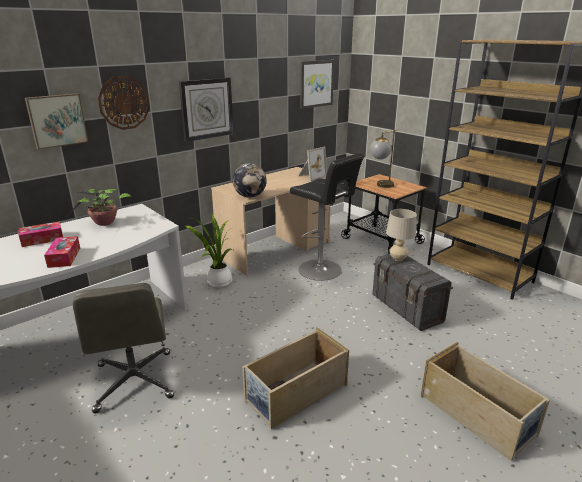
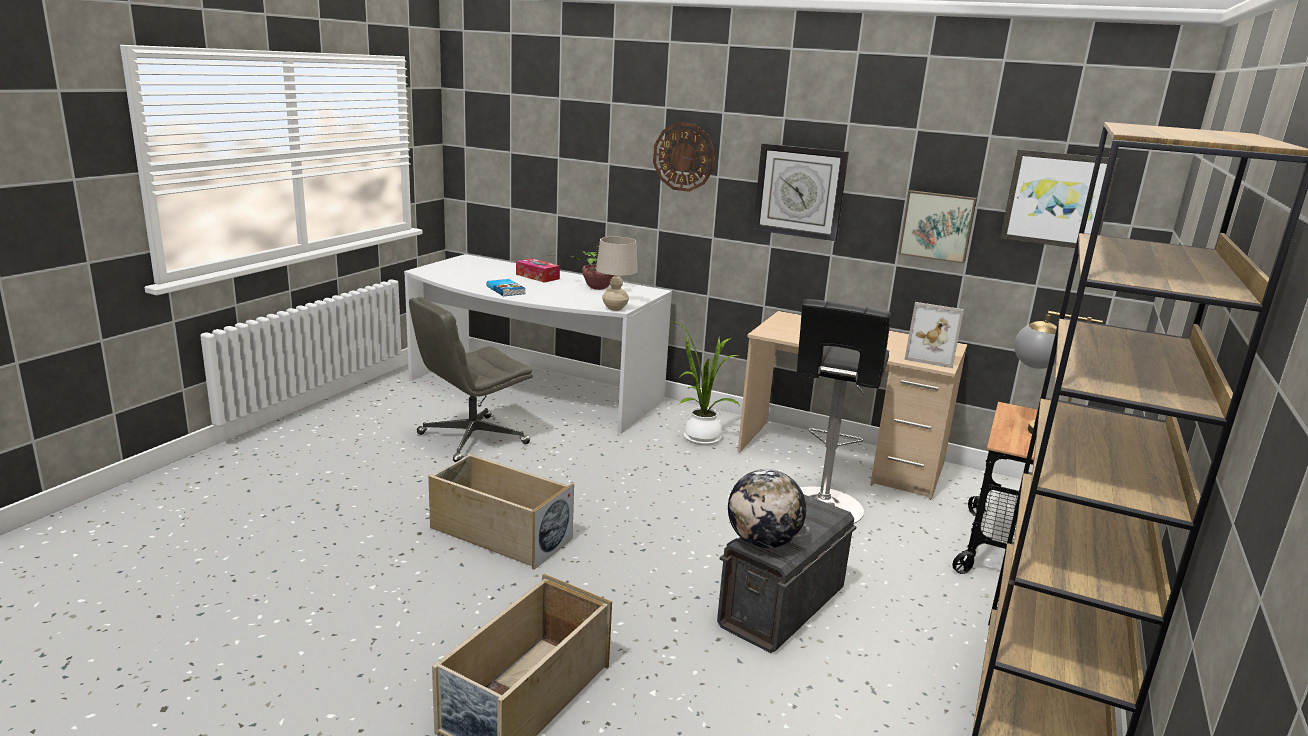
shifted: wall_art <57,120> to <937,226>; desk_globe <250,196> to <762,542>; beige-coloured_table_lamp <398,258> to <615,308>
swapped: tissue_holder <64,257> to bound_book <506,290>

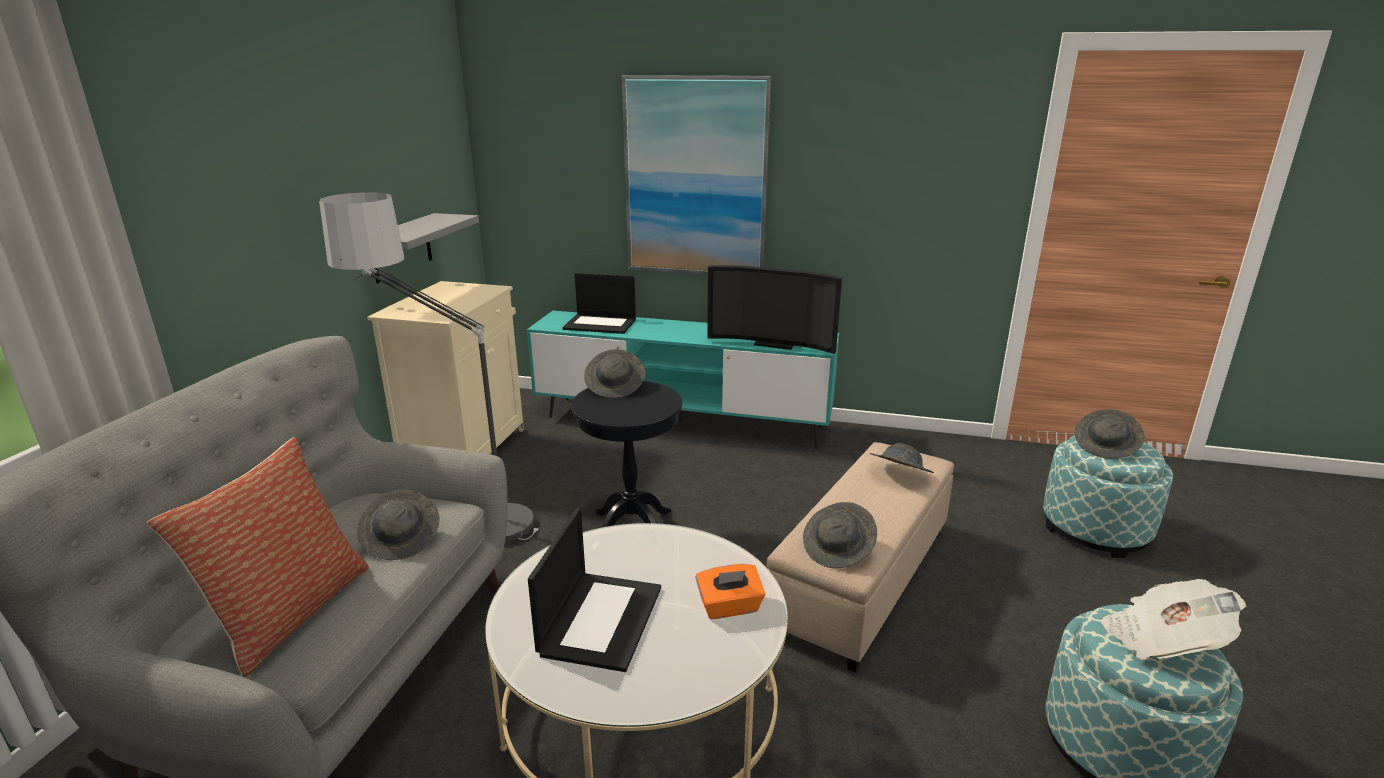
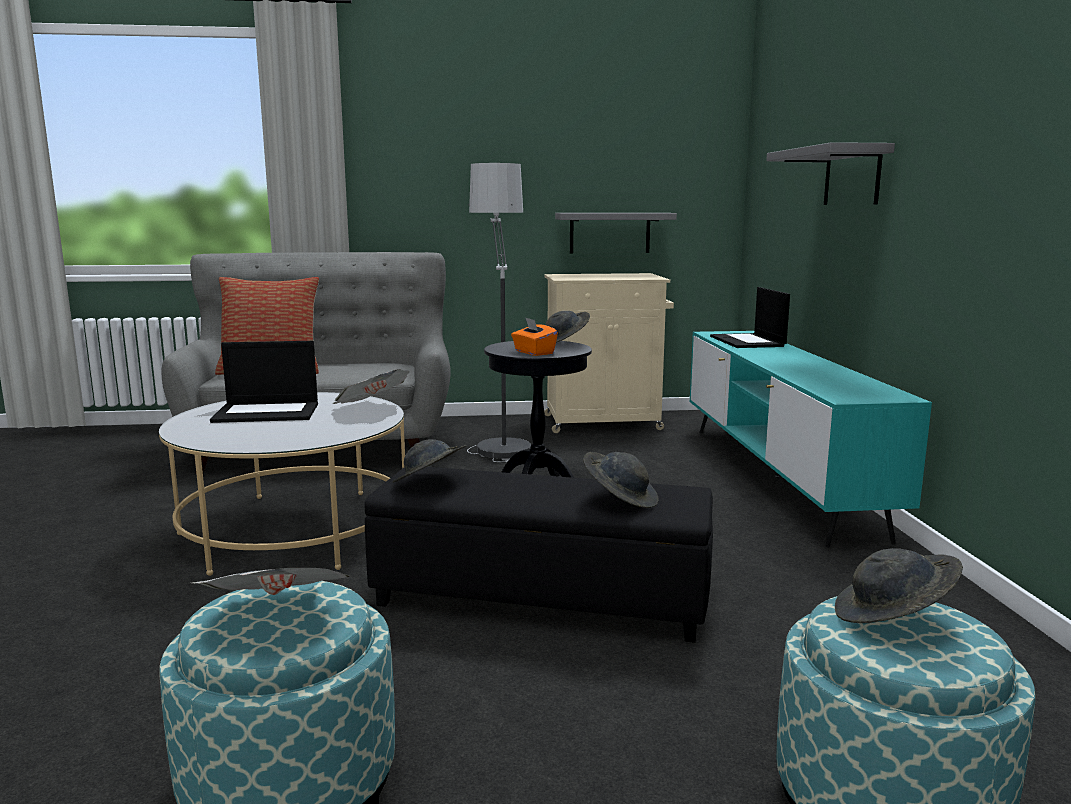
gone: gray_clothing_hat <402,540>; TV <774,343>
new: newspaper <372,408>
shifted: orangey_tissue_holder <730,607> to <533,352>
swapped: wall_art <695,178> to gray_shelf <852,176>
repainted: beige-coloured_ottoman <864,580> to black-coloured_ottoman <540,598>

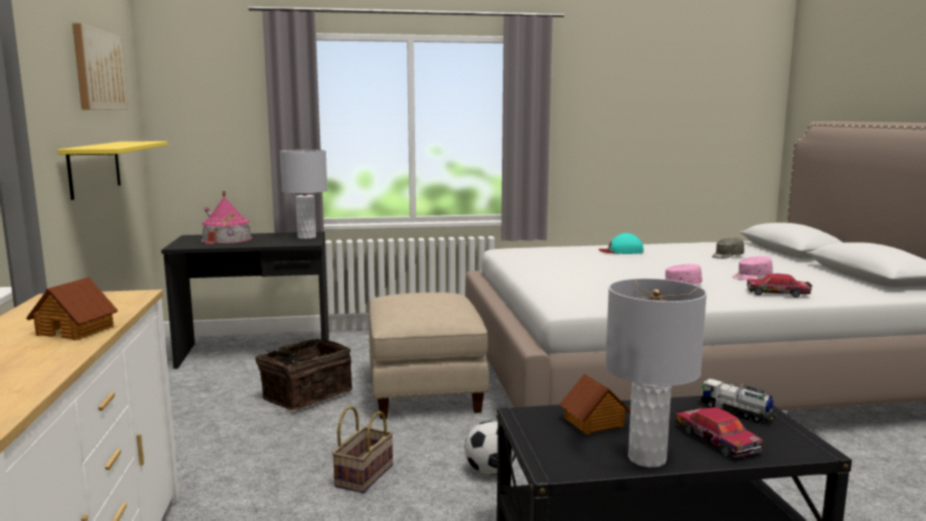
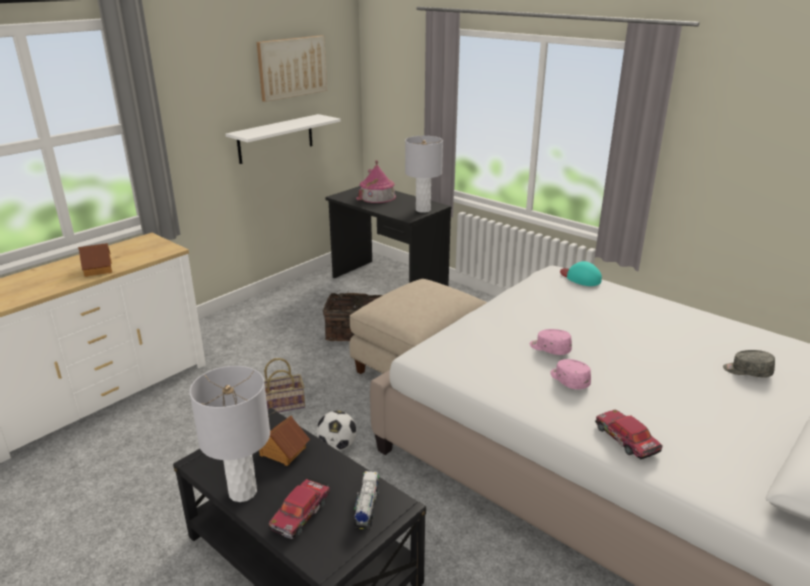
shifted: turquoise-coloured_cap <621,251> to <580,278>; pinkish_cap <751,277> to <549,349>
repainted: yellowish_shelf <94,168> to white_shelf <275,139>

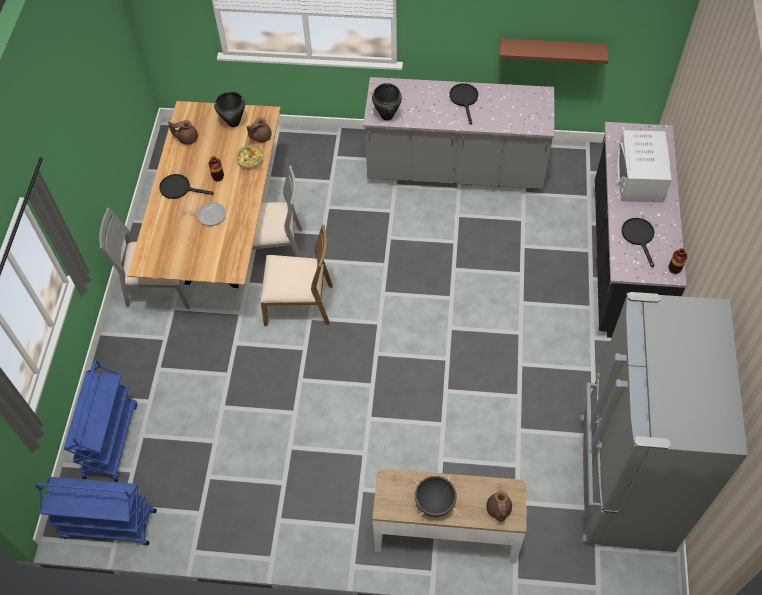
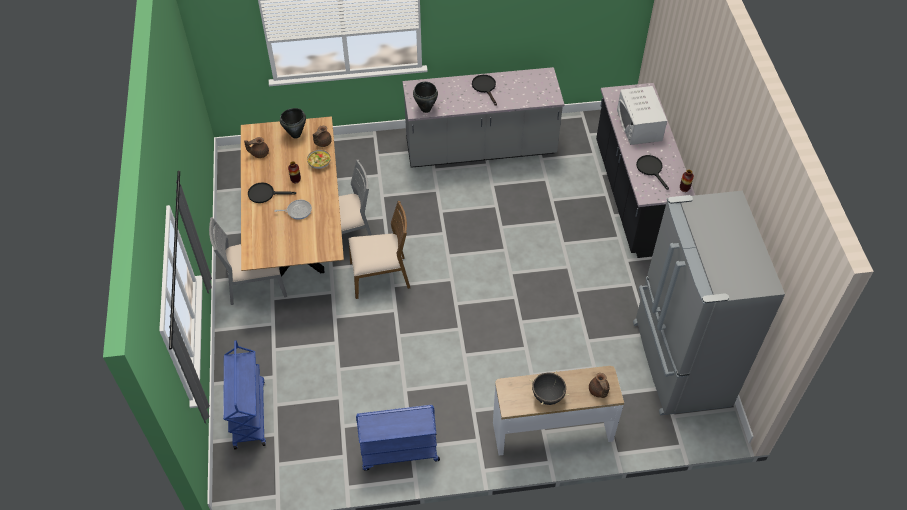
gone: brownish_shelf <552,50>
shifted: bluish_trolley <108,524> to <399,452>

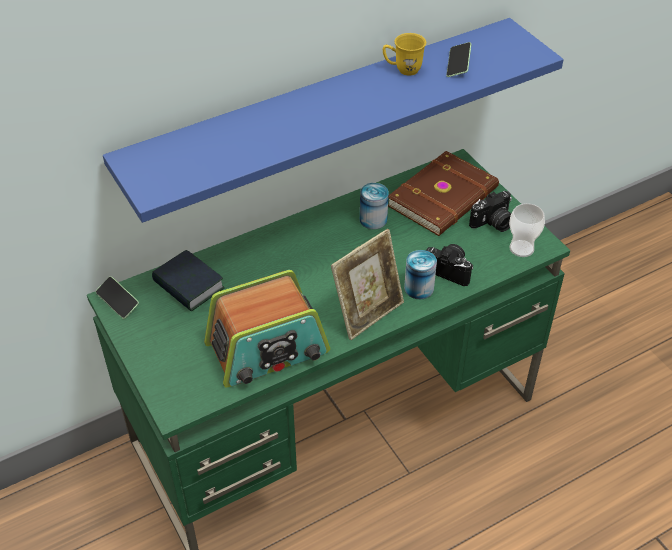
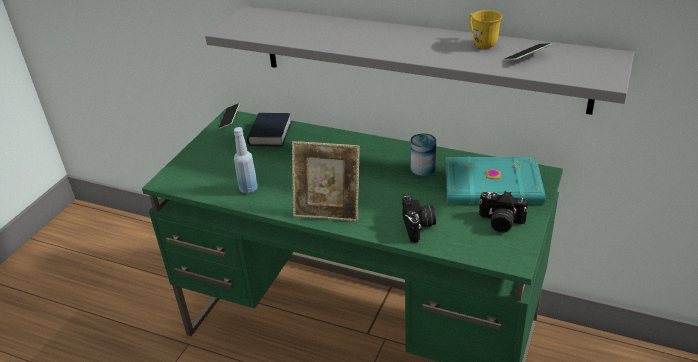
gone: sealed_can <419,288>; drinking_cup <521,248>
swapped: radio_receiver <268,349> to bluish_bottle <248,188>
repainted: bluish_shelf <323,112> to gray_shelf <419,57>; brownish_bound_book <444,197> to turquoise-coloured_bound_book <493,186>

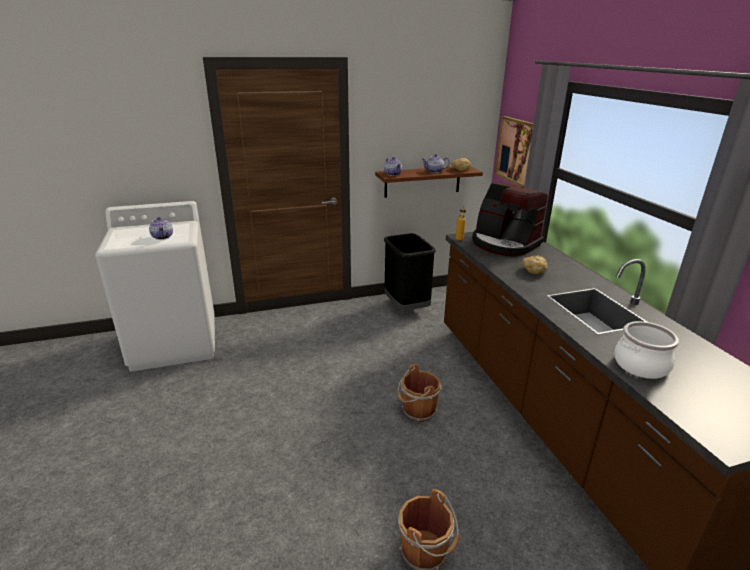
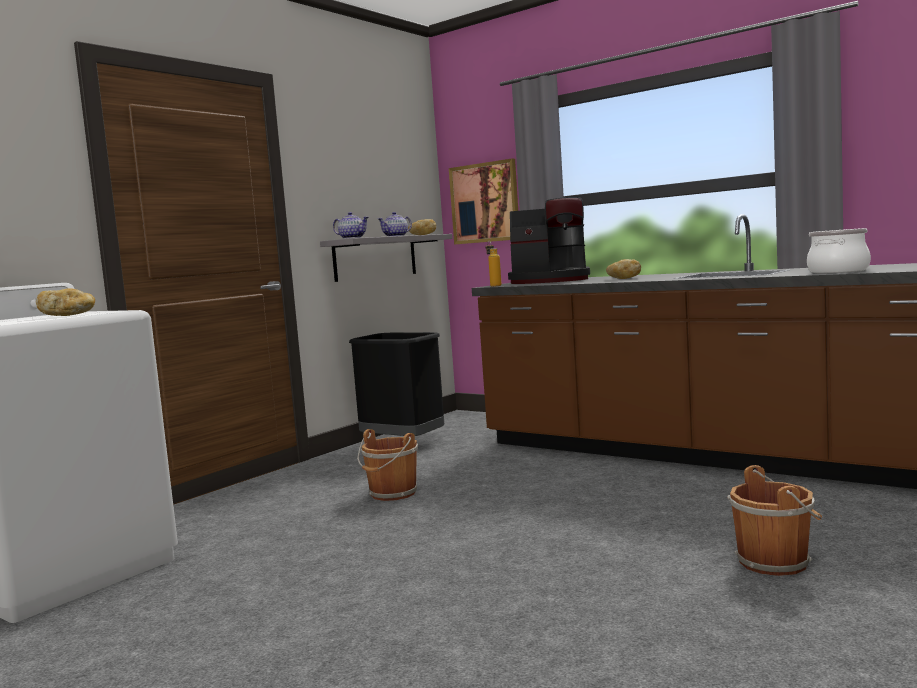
shifted: brownish_pail <417,411> to <392,494>
swapped: tea_pot <162,237> to bread <68,315>
repainted: brownish_shelf <422,181> to gray_shelf <375,258>

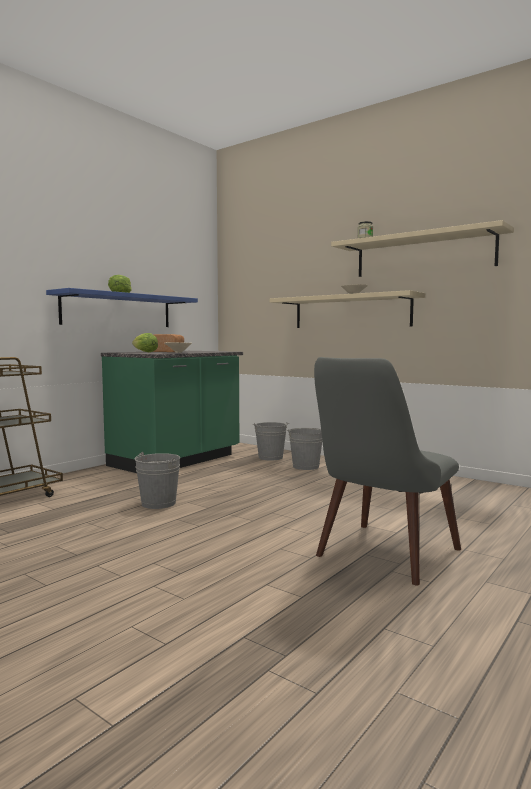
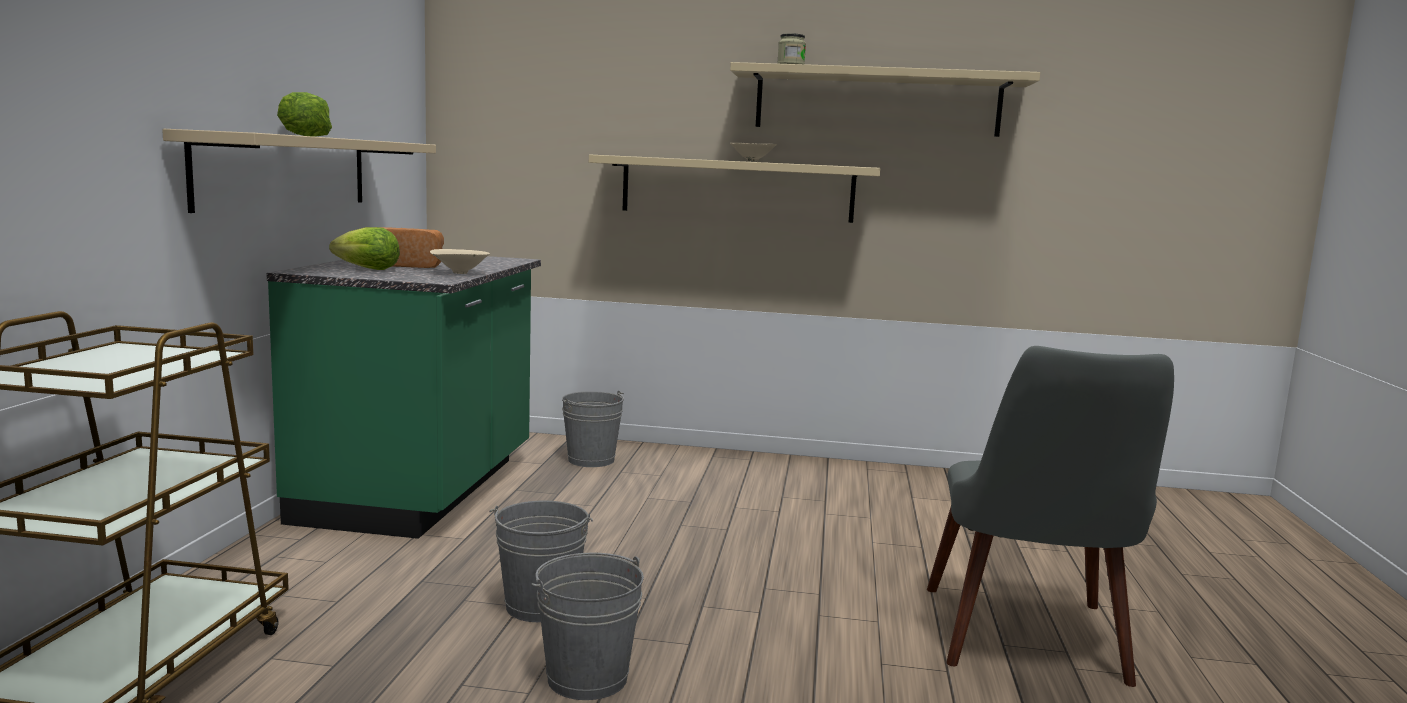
shifted: gray_pail <306,466> to <587,678>
repainted: bluish_shelf <118,310> to beige-coloured_shelf <285,171>

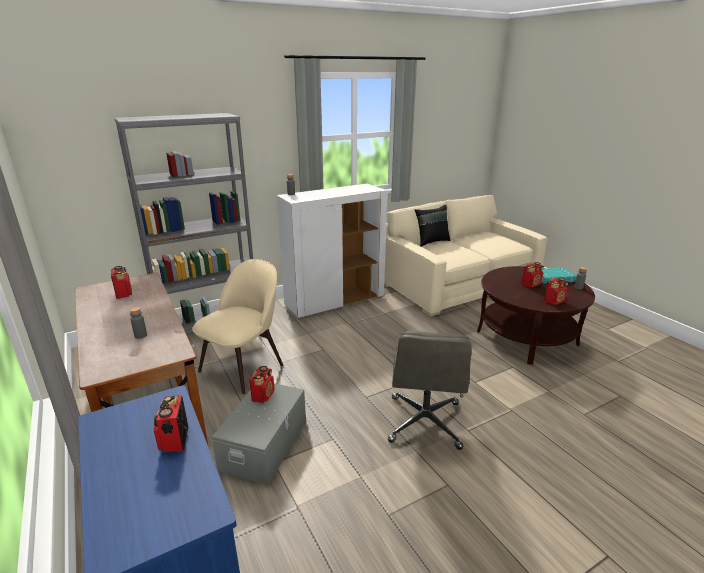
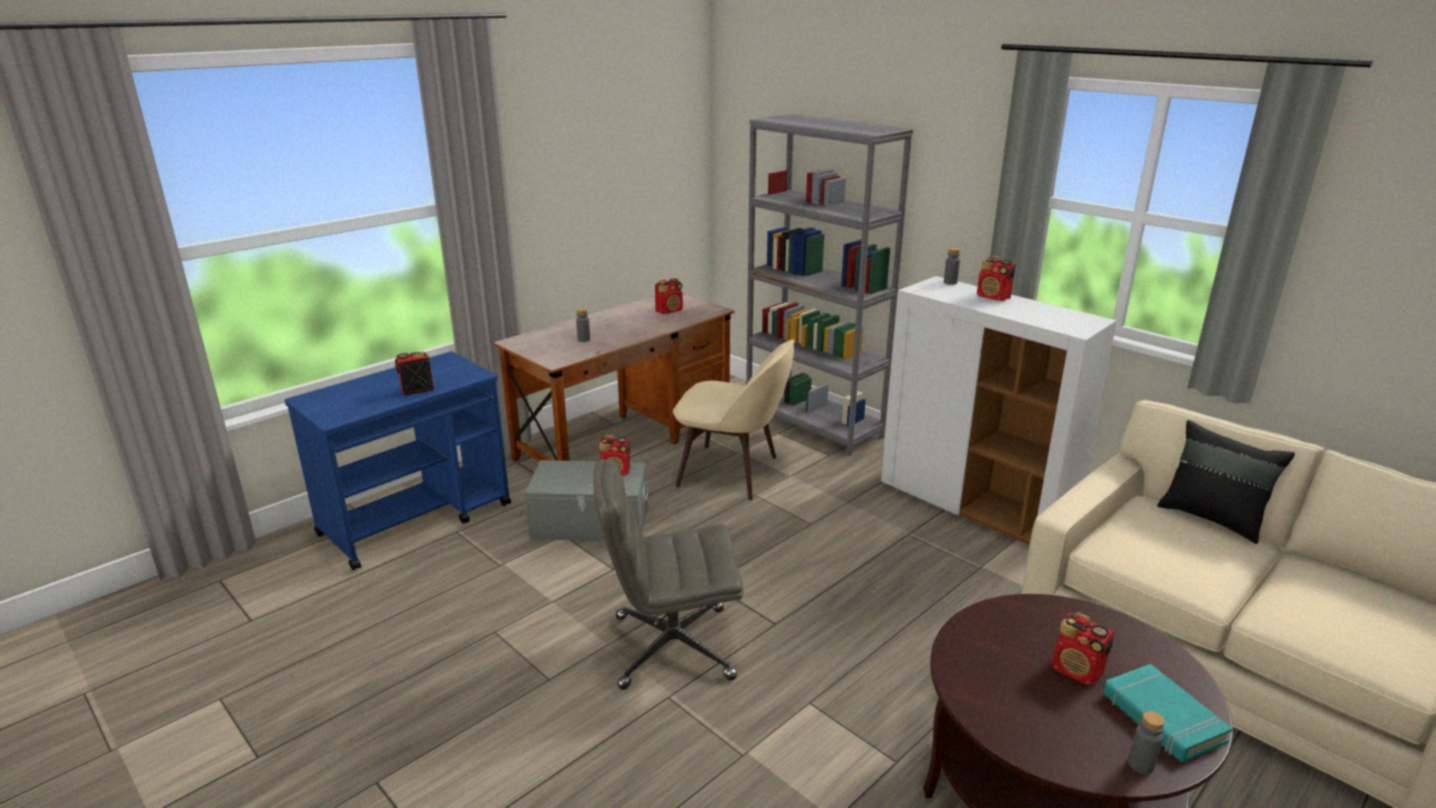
shifted: radio_receiver <554,301> to <993,297>

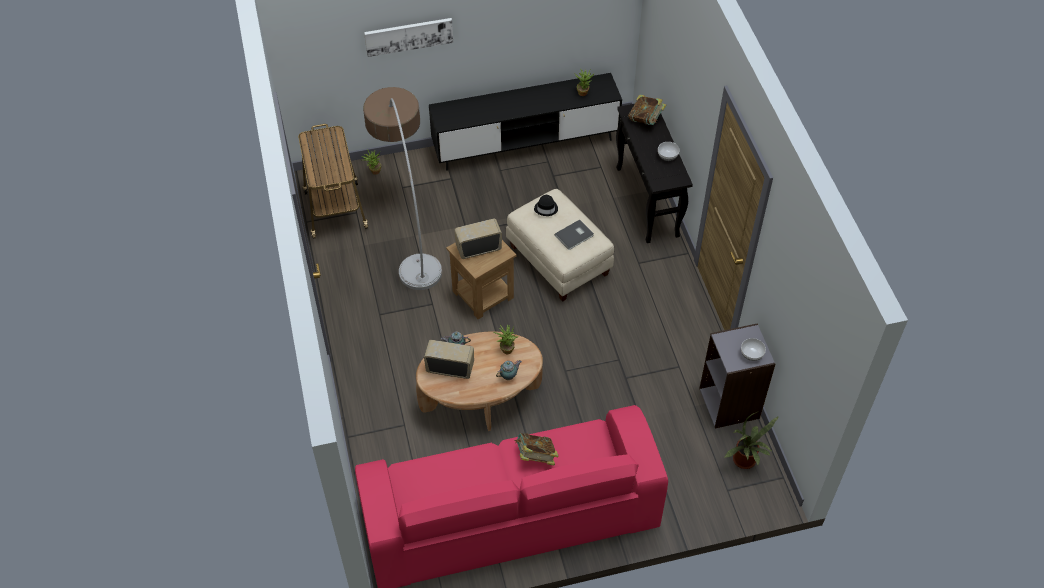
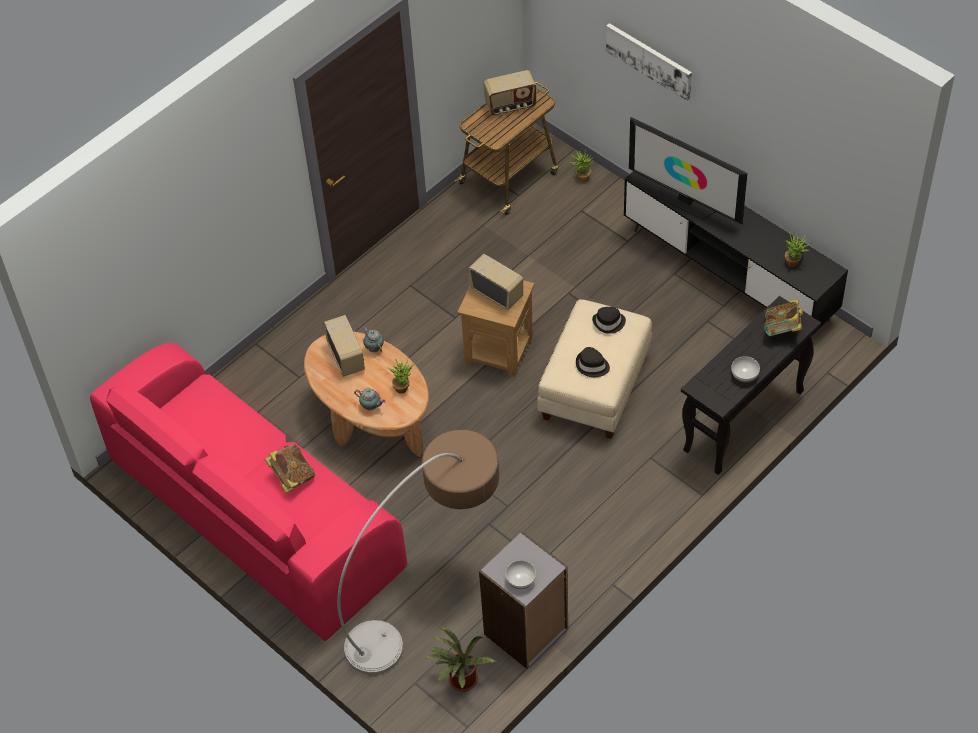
new: radio_receiver <510,106>; TV <685,200>
shifted: floor_lamp <409,228> to <430,596>
swapped: gray_bound_book <575,236> to black-coloured_clothing_hat <592,365>

